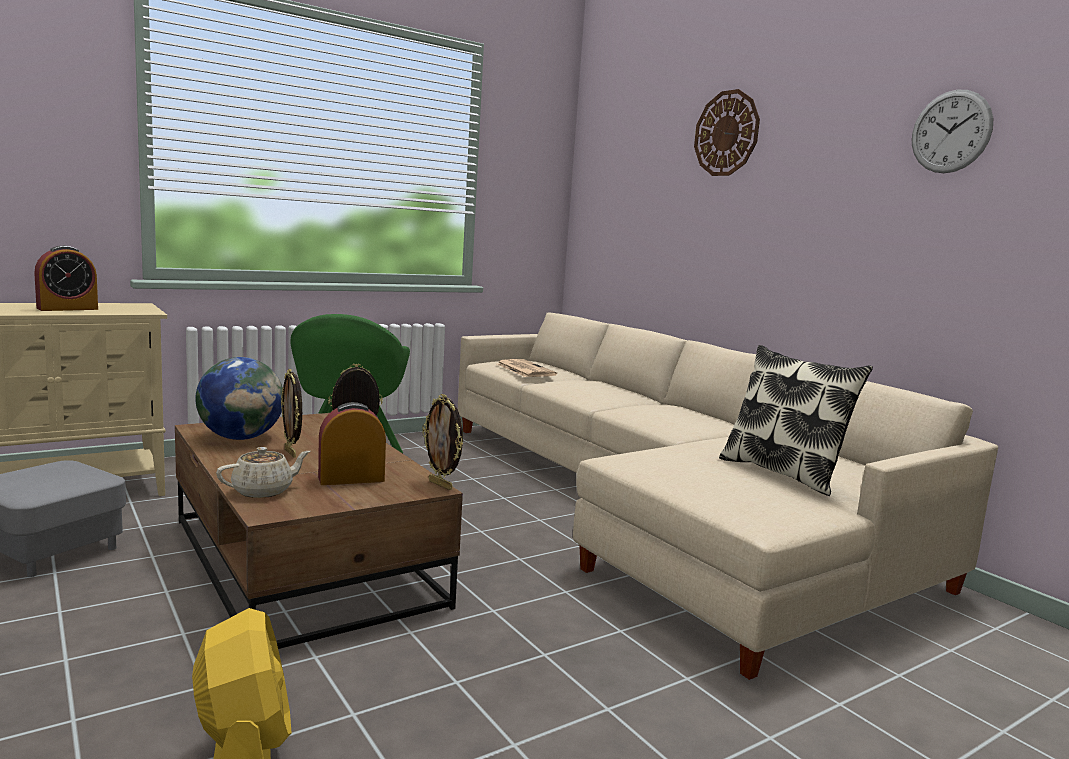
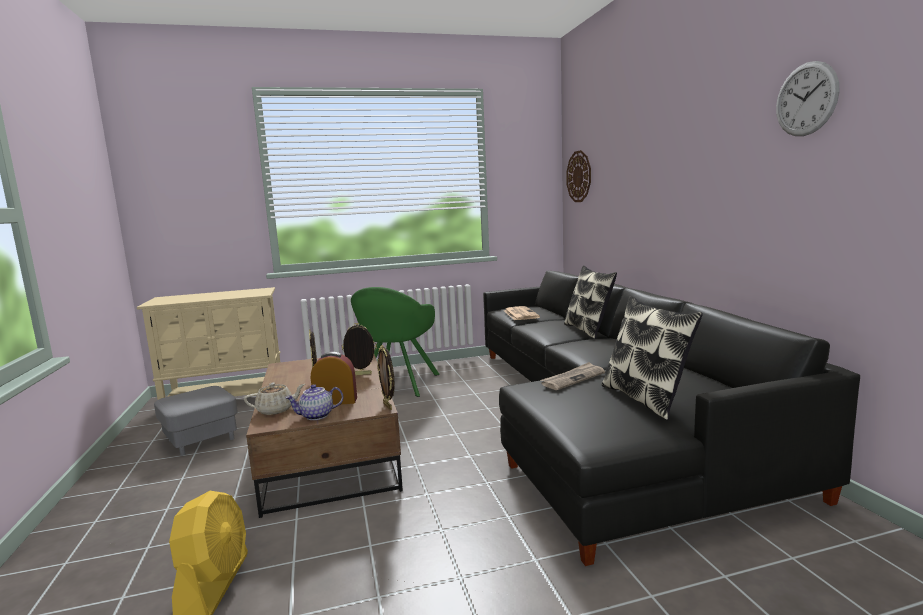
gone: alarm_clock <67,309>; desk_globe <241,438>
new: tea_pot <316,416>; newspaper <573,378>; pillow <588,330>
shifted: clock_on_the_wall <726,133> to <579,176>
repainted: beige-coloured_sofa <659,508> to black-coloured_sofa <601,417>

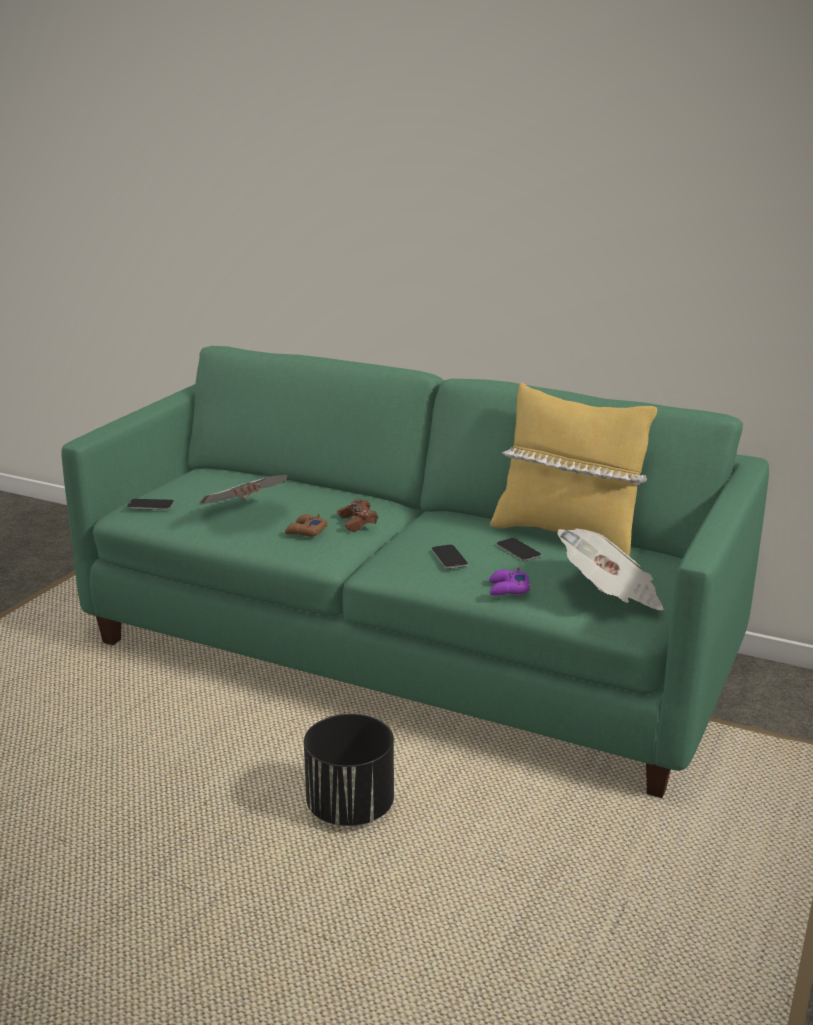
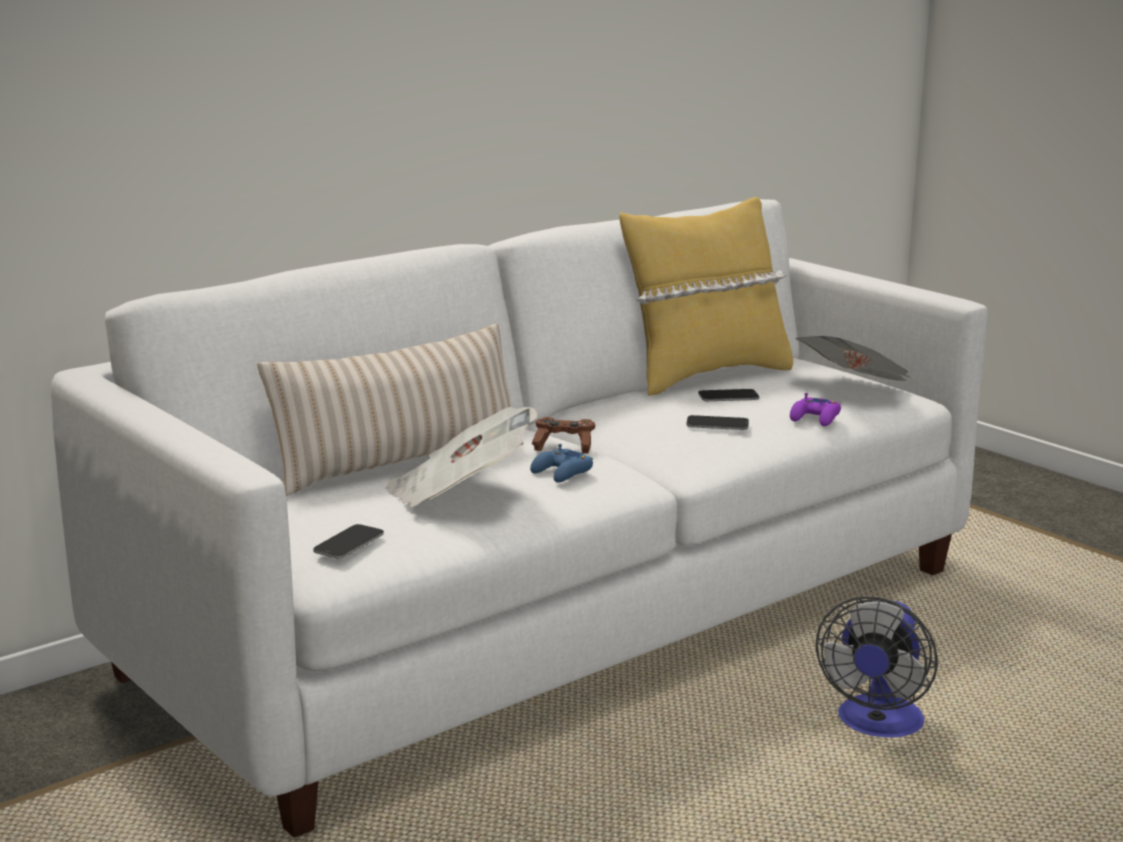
new: beige-coloured_pillow <399,463>
swapped: black-coloured_plant_pot <351,808> to cooling_fan <877,725>
repainted: greenish_sofa <408,653> to white_sofa <561,621>; brownish_game_controller <306,531> to bluish_game_controller <562,472>

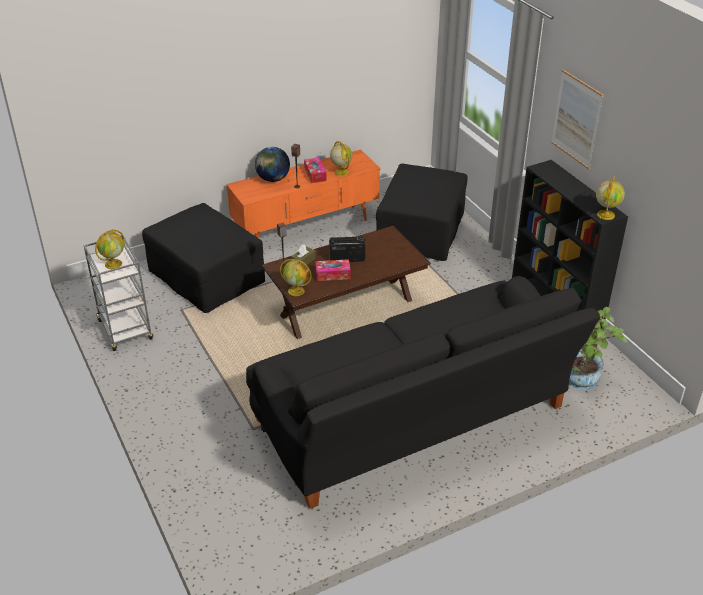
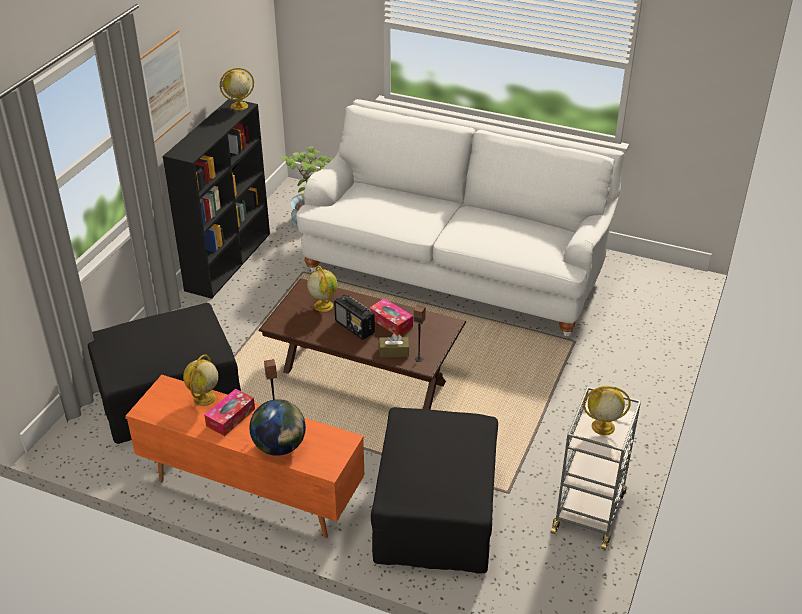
shifted: desk_globe <296,291> to <323,305>
repainted: black-coloured_sofa <415,421> to white_sofa <455,270>

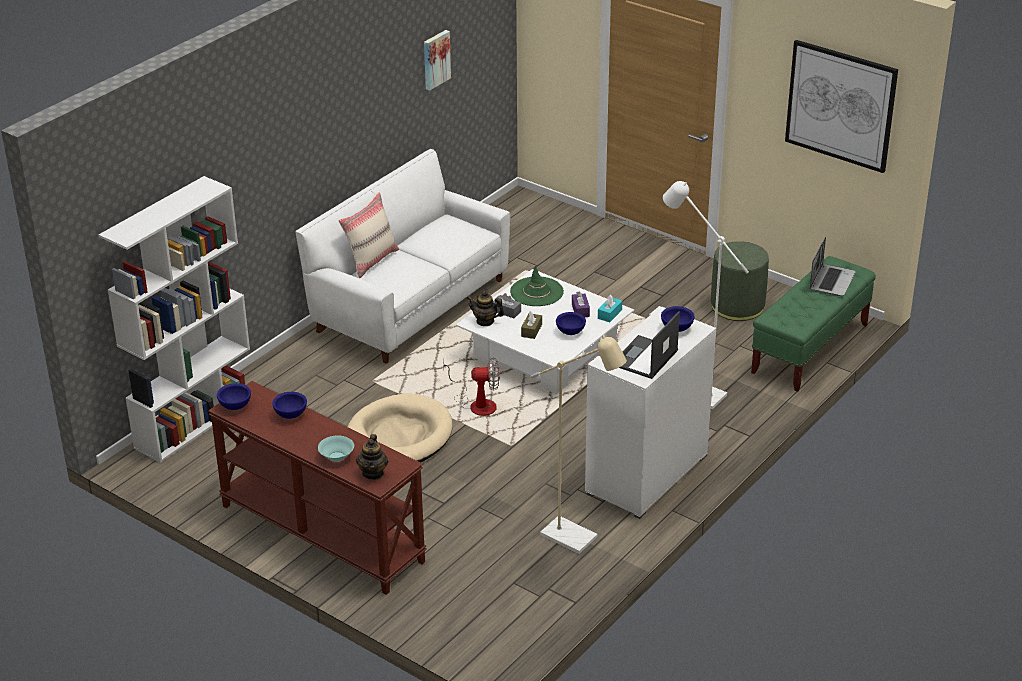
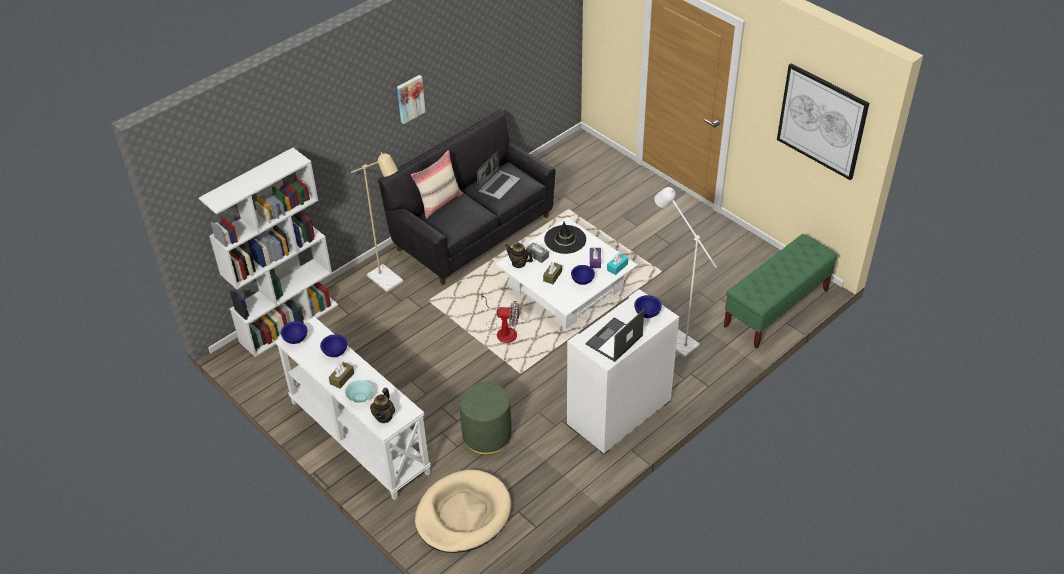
new: brownish_tissue_holder <342,378>
shifted: beige-coloured_pet_bed <398,437> to <463,514>; wall_art <435,59> to <410,98>; beige-coloured_floor_lamp <577,540> to <389,282>; greenish_ottoman <737,306> to <487,435>; portable_computer <831,281> to <499,185>
repainted: brownish_console_table <320,534> to white_console_table <358,437>; white_sofa <410,305> to black-coloured_sofa <473,233>; greenish_clothing_hat <536,292> to black-coloured_clothing_hat <565,240>

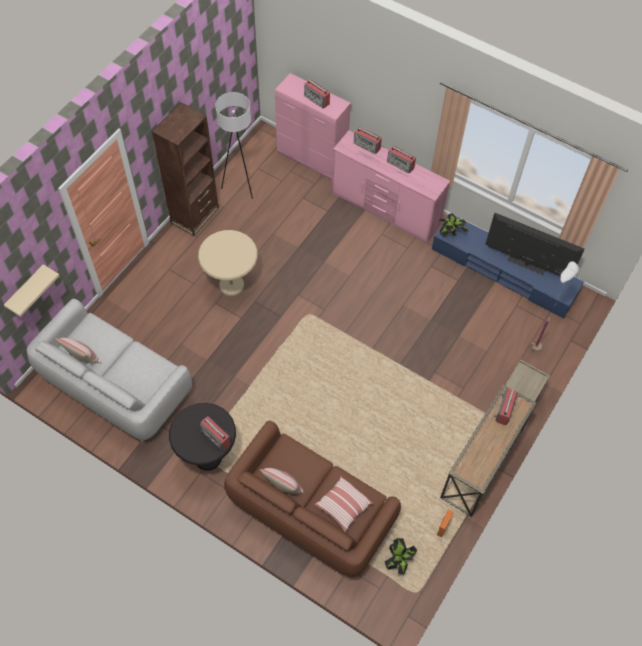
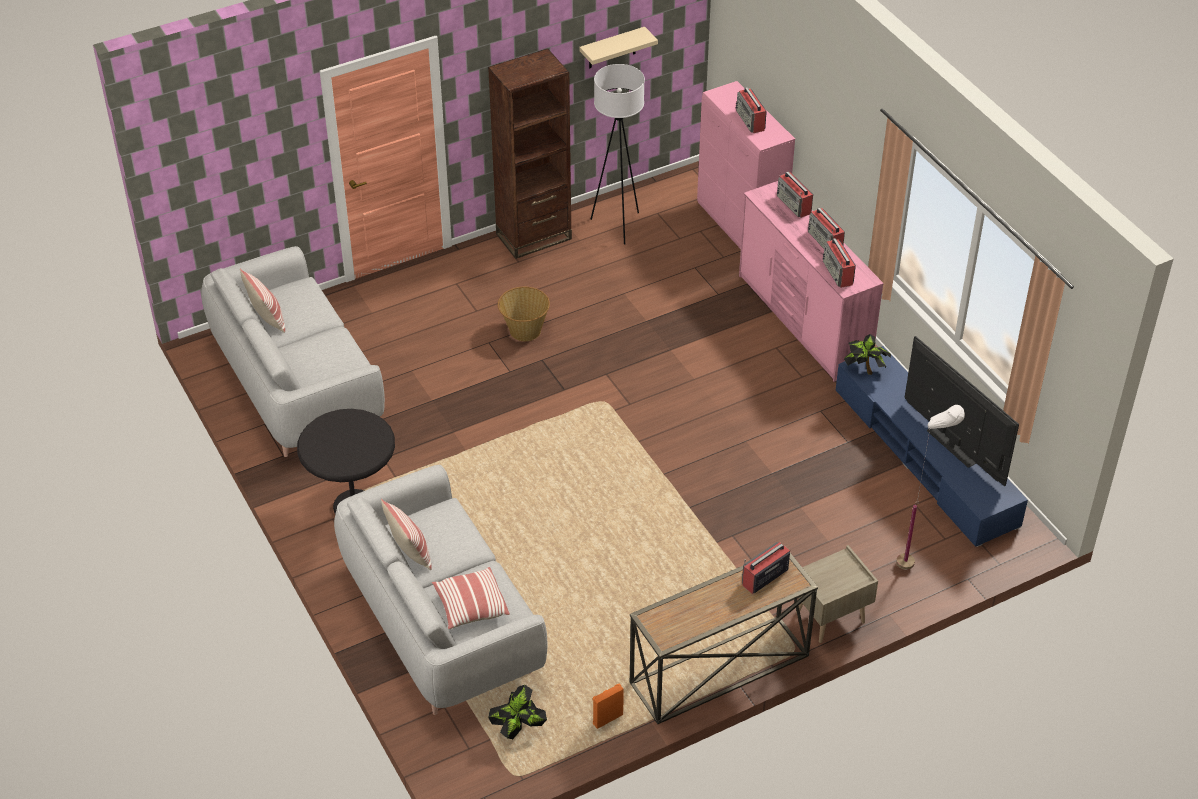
shifted: beige-coloured_shelf <26,290> to <612,48>; radio_receiver <216,437> to <838,273>
swapped: beige-coloured_end_table <231,285> to basket <524,330>
repainted: brownish_sofa <310,511> to gray_sofa <441,622>

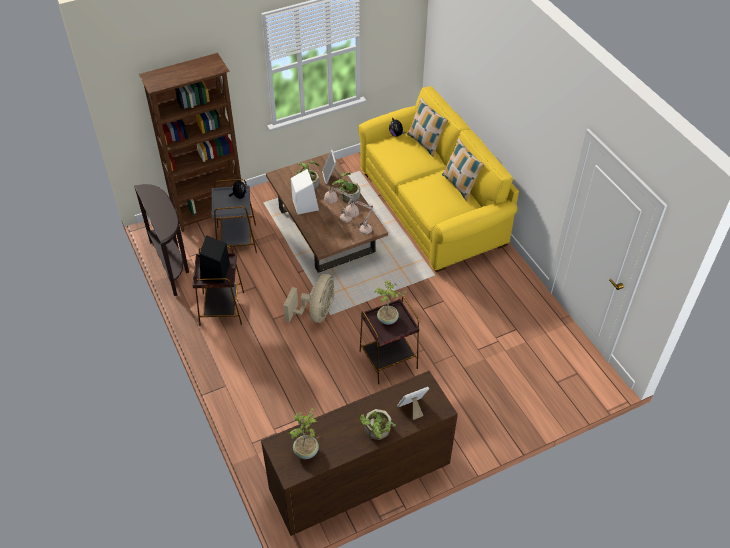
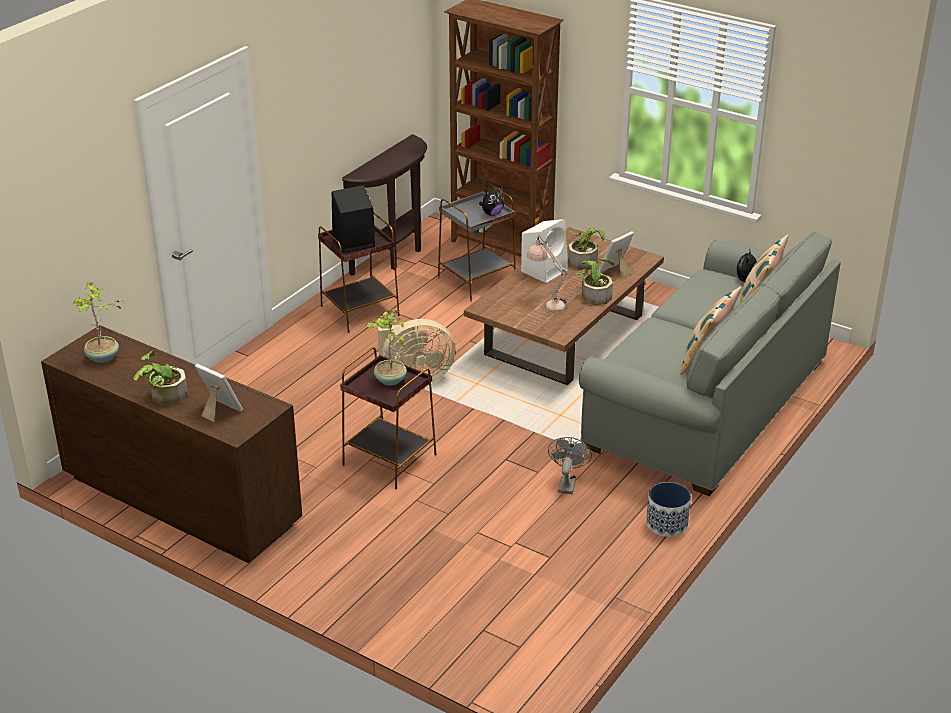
gone: beige-coloured_table_lamp <359,231>
new: gray_cooling_fan <567,483>; plant_pot <667,524>
repainted: yellowish_sofa <431,207> to gray_sofa <706,403>

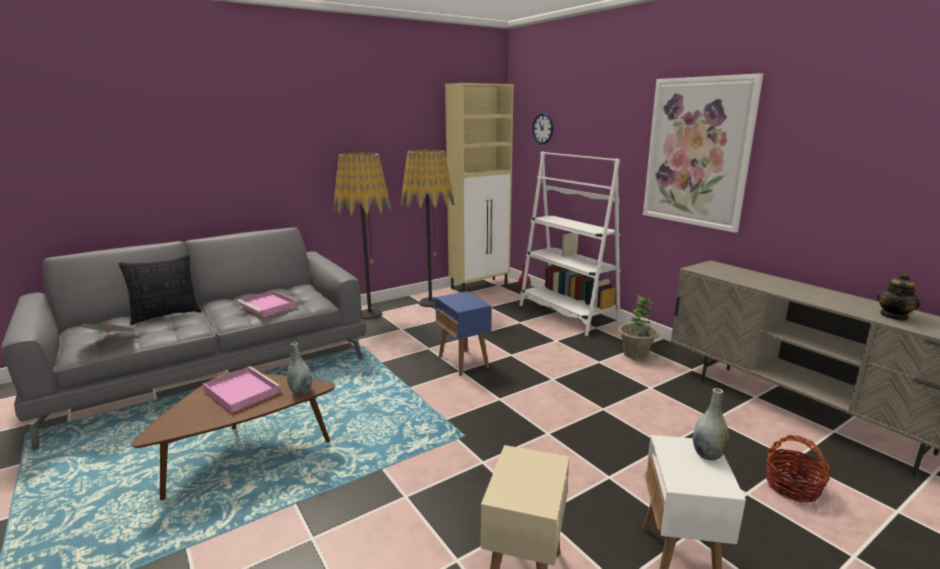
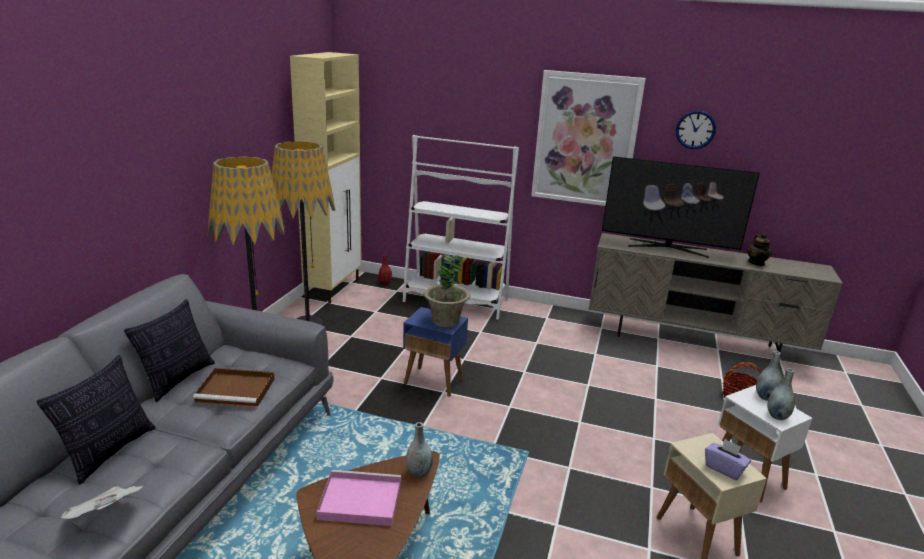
new: pillow <178,379>; TV <667,247>; purplish_tissue_holder <724,468>; gray_vase <777,416>
shifted: clock_on_the_wall <542,128> to <695,129>; plant_in_a_pot <635,354> to <445,321>
repainted: pinkish_tray <269,306> to brownish_tray <237,390>

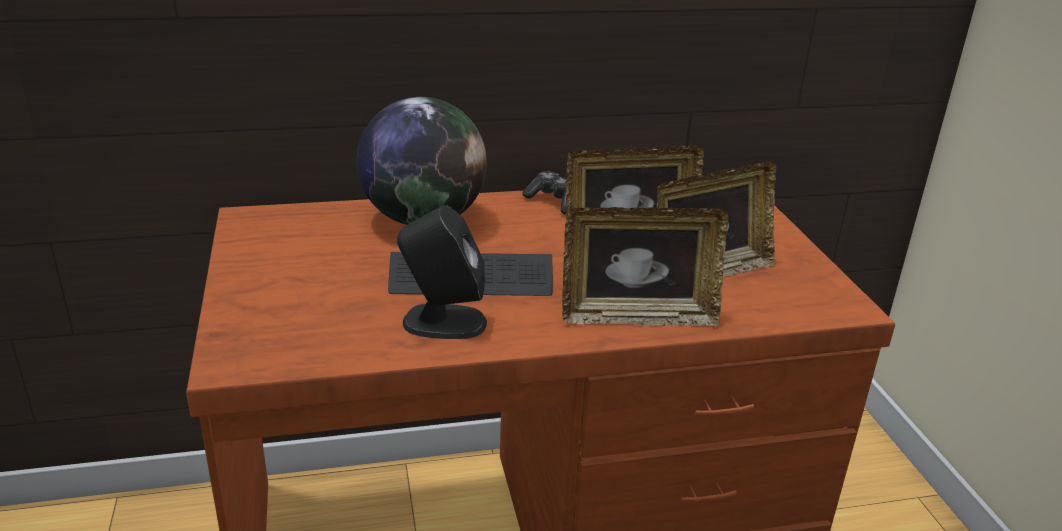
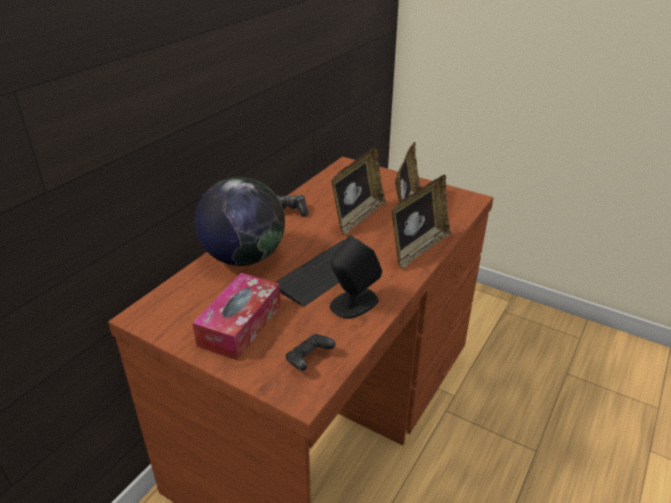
new: tissue_holder <240,325>; black-coloured_game_controller <309,360>

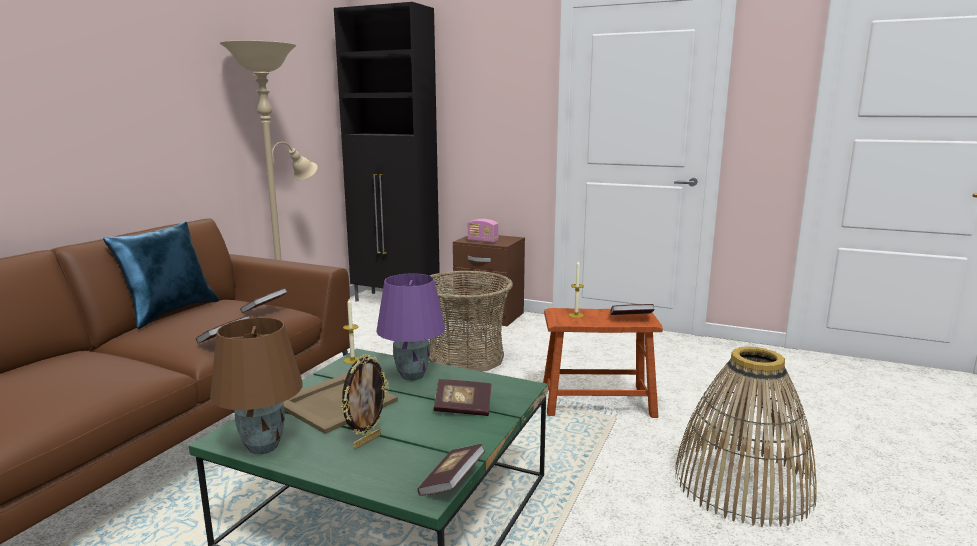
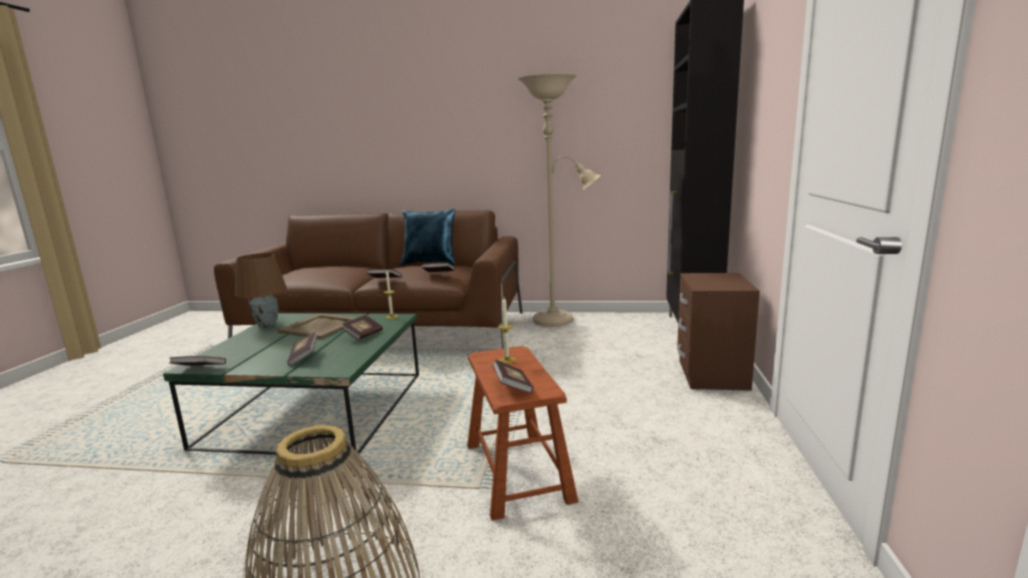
gone: photo_frame <367,441>; basket <466,357>; radio_receiver <482,241>
swapped: purplish_table_lamp <412,376> to bound_book <363,335>

